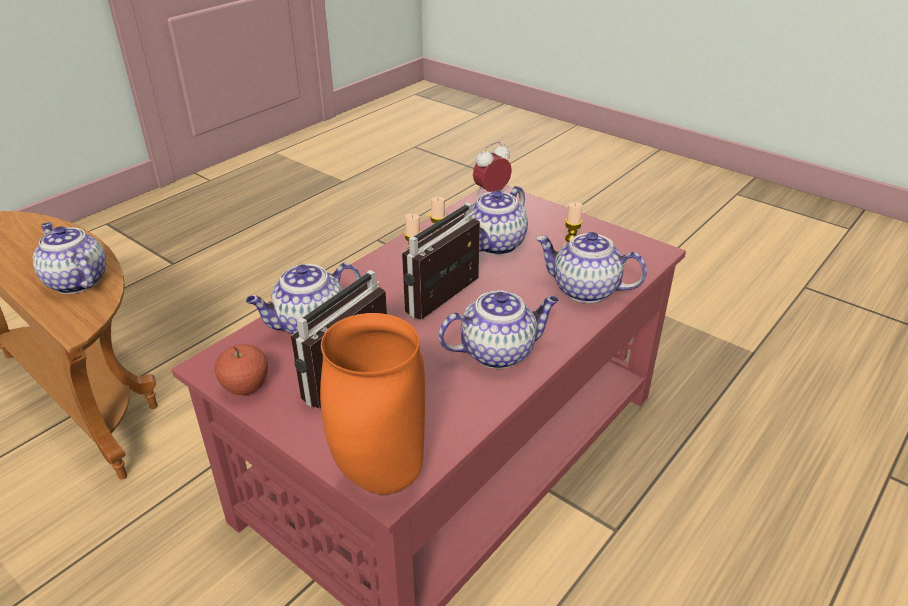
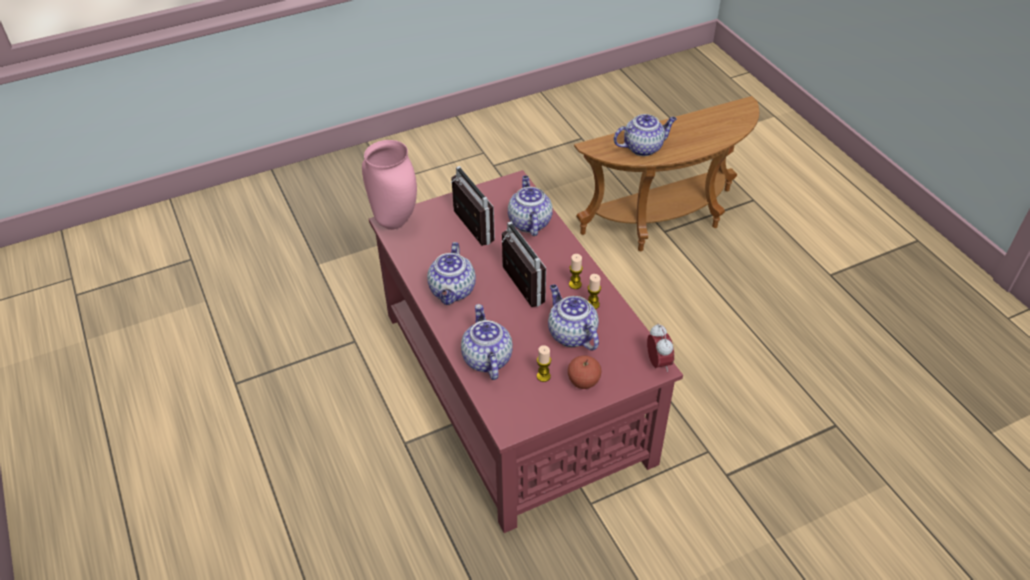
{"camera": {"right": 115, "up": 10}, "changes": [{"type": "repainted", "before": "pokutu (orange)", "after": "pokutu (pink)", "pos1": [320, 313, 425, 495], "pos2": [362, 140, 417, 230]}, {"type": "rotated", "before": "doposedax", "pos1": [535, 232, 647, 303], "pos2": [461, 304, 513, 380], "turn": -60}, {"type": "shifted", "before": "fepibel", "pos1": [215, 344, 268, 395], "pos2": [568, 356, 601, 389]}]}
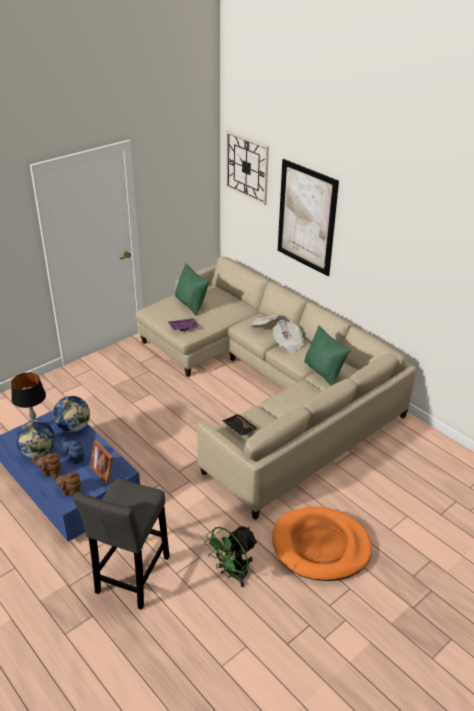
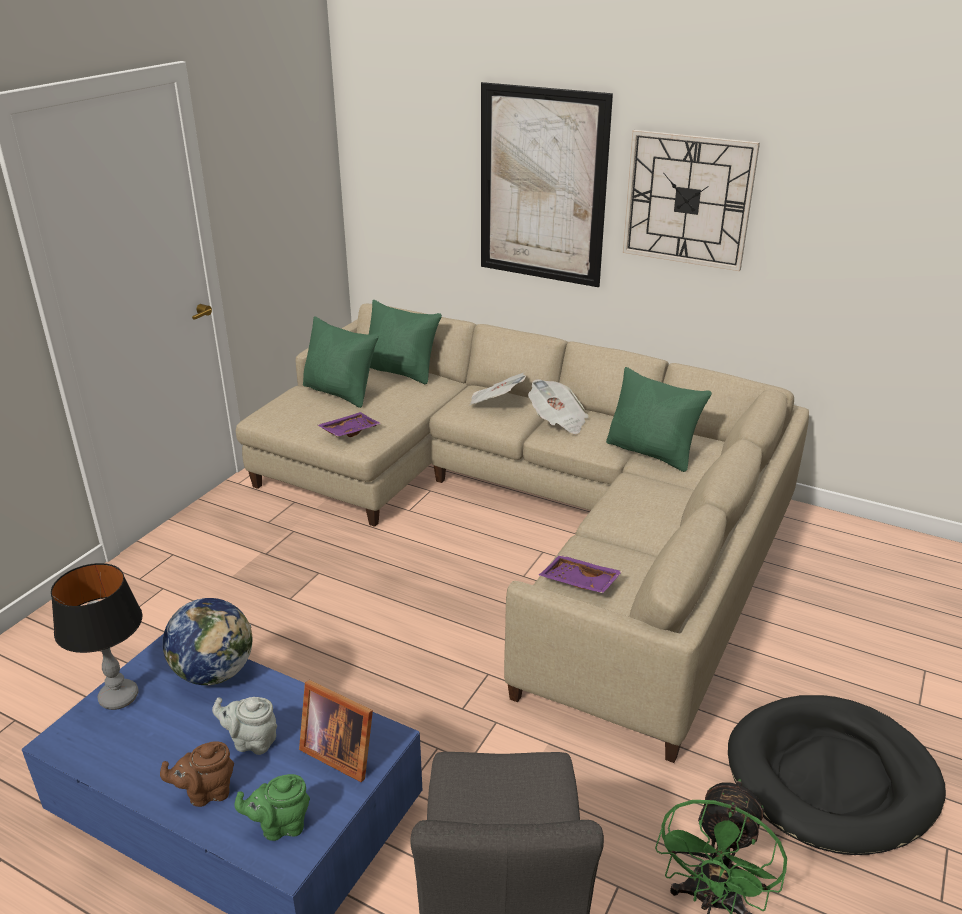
{"camera": {"right": -20, "up": -5}, "changes": [{"type": "repainted", "before": "doposedax (blue)", "after": "doposedax (grey)", "pos1": [61, 437, 85, 464], "pos2": [212, 697, 277, 755]}, {"type": "repainted", "before": "doposedax (brown)", "after": "doposedax (green)", "pos1": [53, 472, 81, 496], "pos2": [234, 774, 310, 841]}, {"type": "new", "after": "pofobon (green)", "pos2": [369, 300, 442, 384]}, {"type": "repainted", "before": "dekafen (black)", "after": "dekafen (purple)", "pos1": [222, 414, 258, 436], "pos2": [539, 555, 623, 593]}, {"type": "shifted", "before": "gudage", "pos1": [226, 131, 269, 205], "pos2": [623, 130, 760, 271]}, {"type": "repainted", "before": "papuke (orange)", "after": "papuke (black)", "pos1": [272, 507, 372, 581], "pos2": [728, 695, 946, 855]}, {"type": "gone", "before": "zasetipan", "pos1": [16, 420, 55, 458]}]}
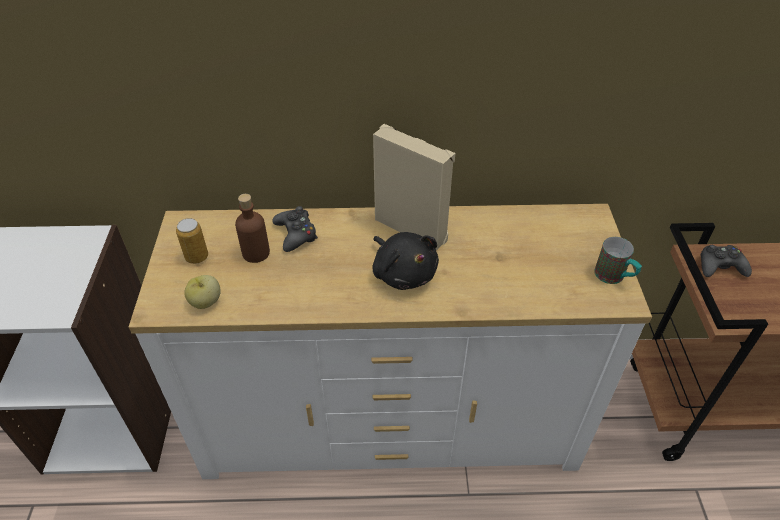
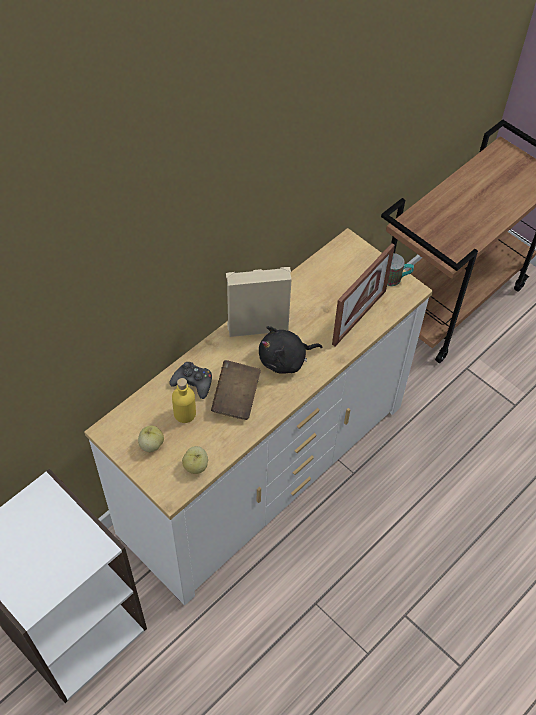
{"camera": {"right": -45, "up": 10}, "changes": [{"type": "swapped", "before": "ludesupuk", "after": "fepibel", "pos1": [176, 218, 208, 264], "pos2": [138, 426, 164, 452]}, {"type": "repainted", "before": "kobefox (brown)", "after": "kobefox (yellow)", "pos1": [235, 194, 270, 263], "pos2": [172, 378, 196, 423]}, {"type": "new", "after": "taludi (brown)", "pos2": [211, 360, 261, 420]}, {"type": "rotated", "before": "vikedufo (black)", "pos1": [373, 232, 439, 290], "pos2": [259, 326, 322, 374], "turn": 150}, {"type": "new", "after": "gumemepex", "pos2": [332, 243, 395, 346]}, {"type": "gone", "before": "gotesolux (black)", "pos1": [701, 245, 752, 277]}]}
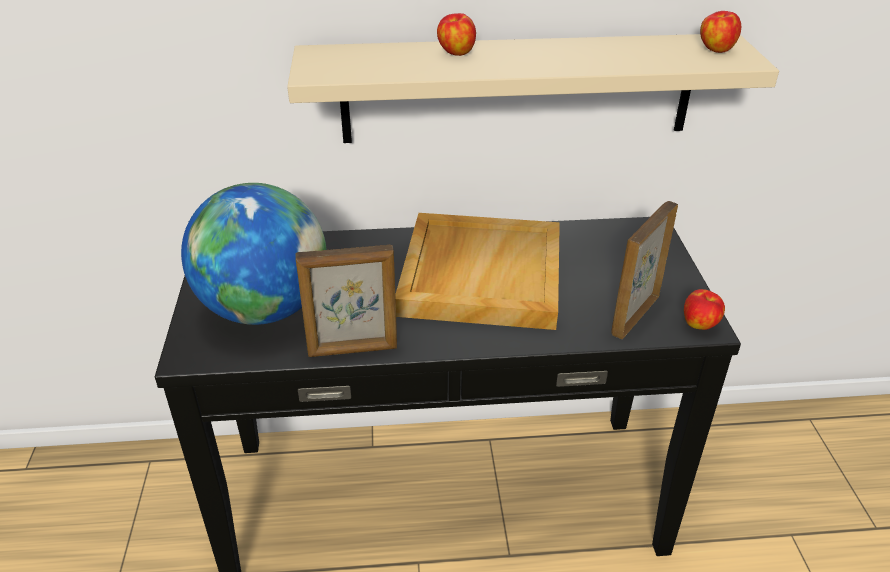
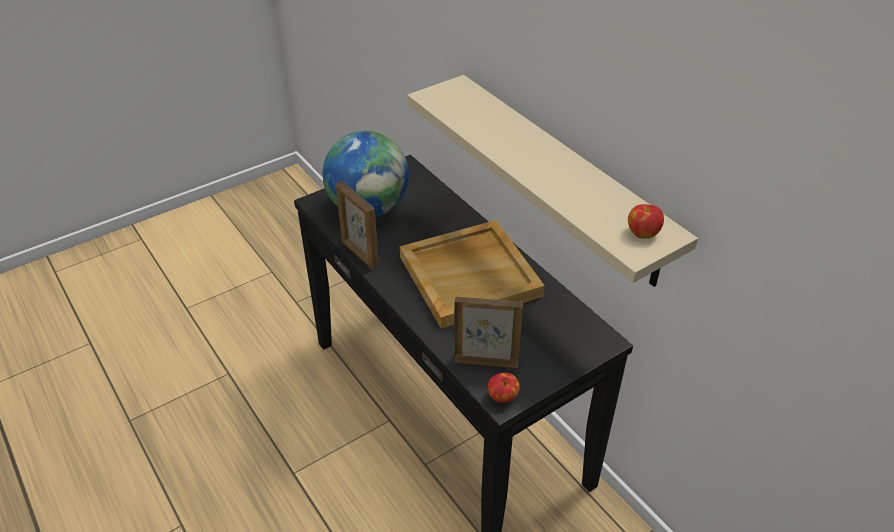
{"camera": {"right": 60, "up": 5}, "changes": [{"type": "gone", "before": "fepibel", "pos1": [437, 13, 476, 56]}]}
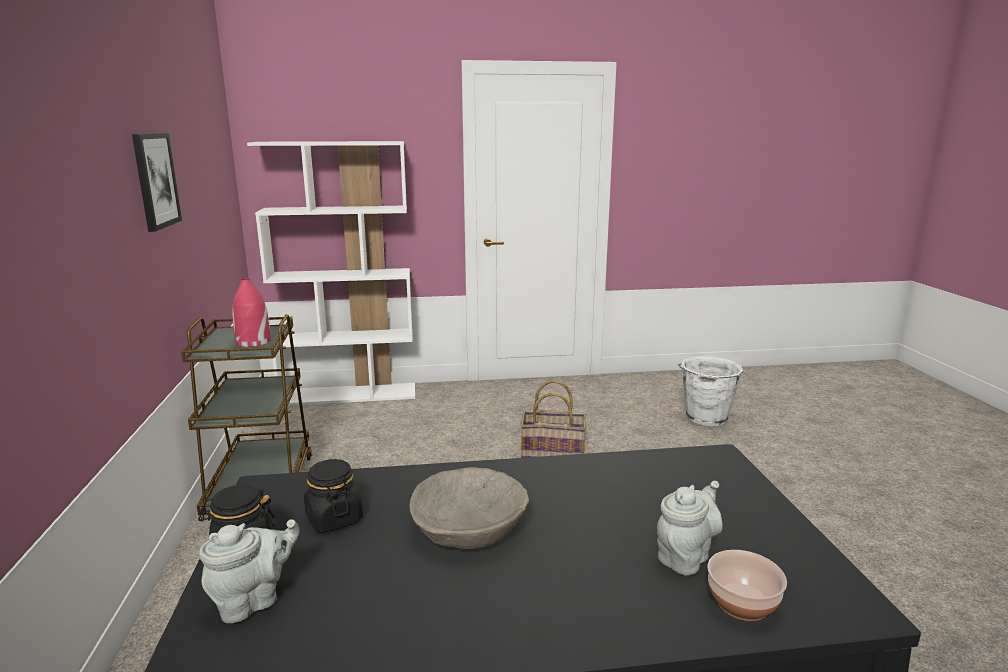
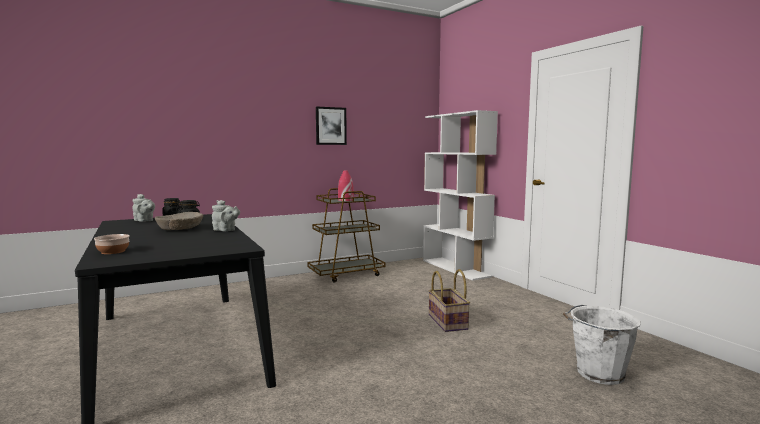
{"camera": {"right": 70, "up": -10}, "changes": [{"type": "shifted", "before": "doposedax (grey)", "pos1": [657, 481, 723, 575], "pos2": [212, 200, 240, 231]}]}
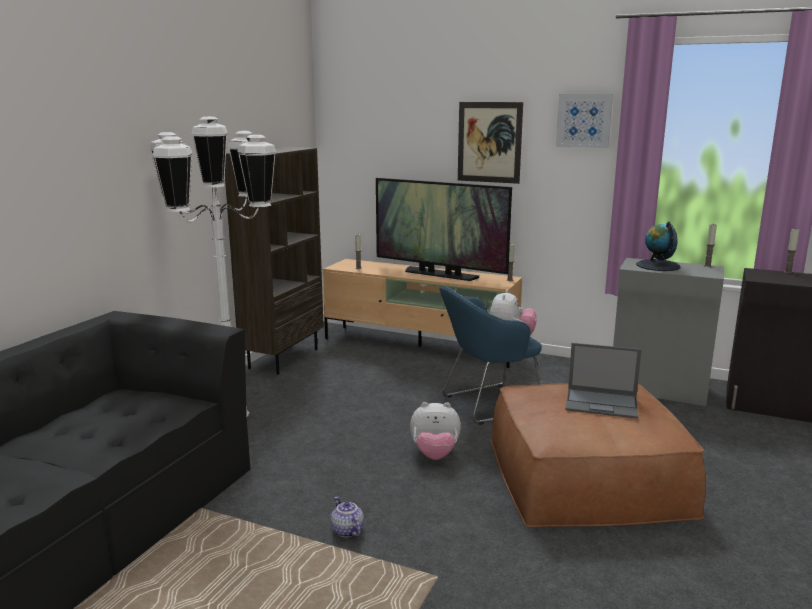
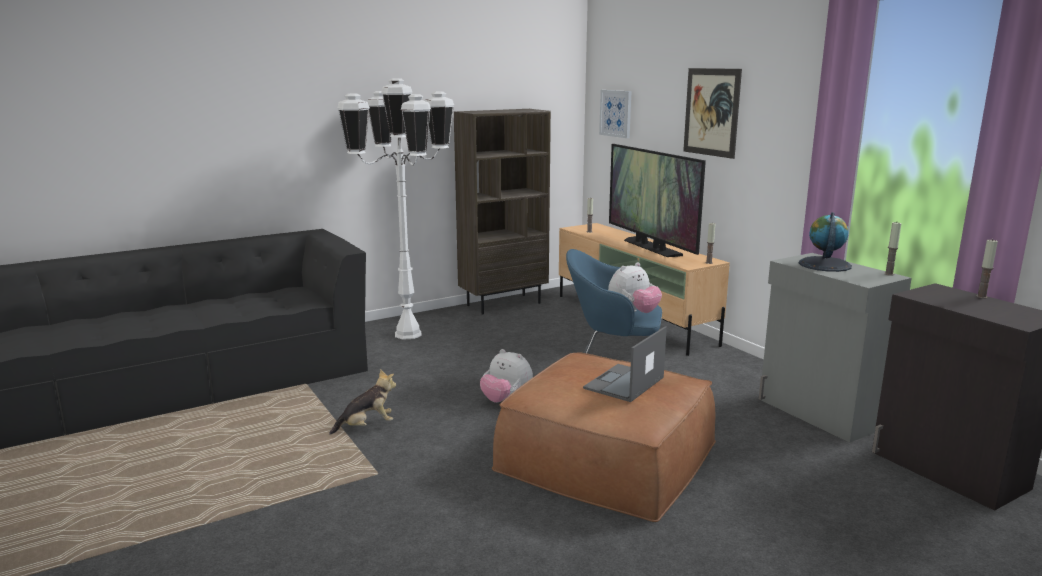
{"camera": {"right": 35, "up": 0}, "changes": [{"type": "swapped", "before": "doposedax", "after": "vikedufo", "pos1": [331, 496, 364, 537], "pos2": [329, 369, 396, 435]}, {"type": "rotated", "before": "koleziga", "pos1": [565, 343, 641, 419], "pos2": [583, 326, 667, 402], "turn": 75}, {"type": "shifted", "before": "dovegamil", "pos1": [556, 94, 613, 148], "pos2": [599, 90, 631, 138]}]}
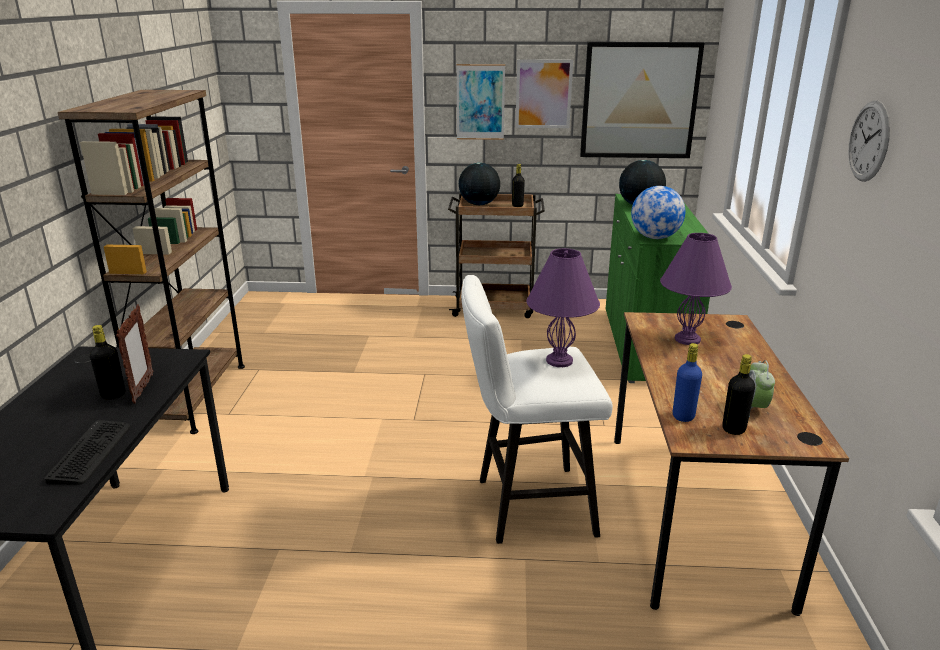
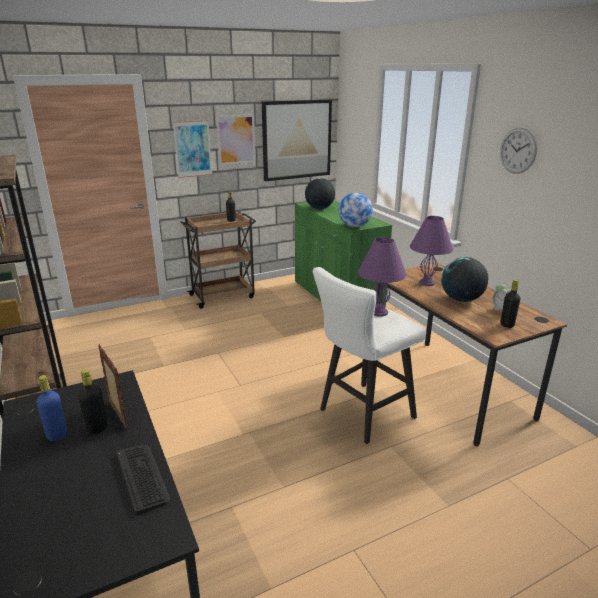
{"camera": {"right": -30, "up": 0}, "changes": [{"type": "shifted", "before": "kobefox (blue)", "pos1": [673, 343, 702, 422], "pos2": [37, 375, 67, 441]}, {"type": "shifted", "before": "zasetipan", "pos1": [459, 163, 500, 205], "pos2": [441, 257, 488, 302]}]}
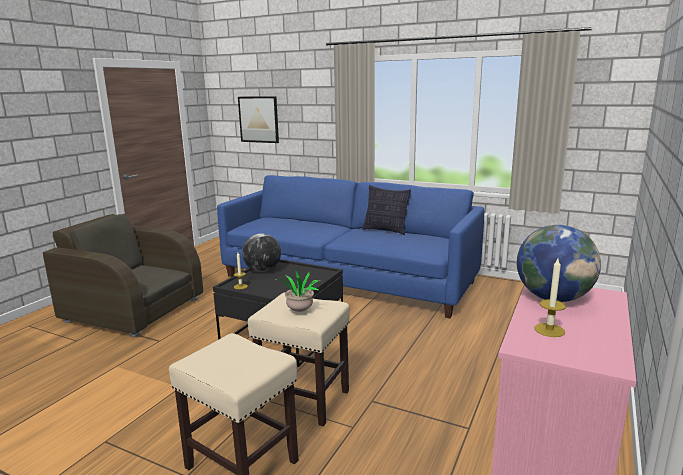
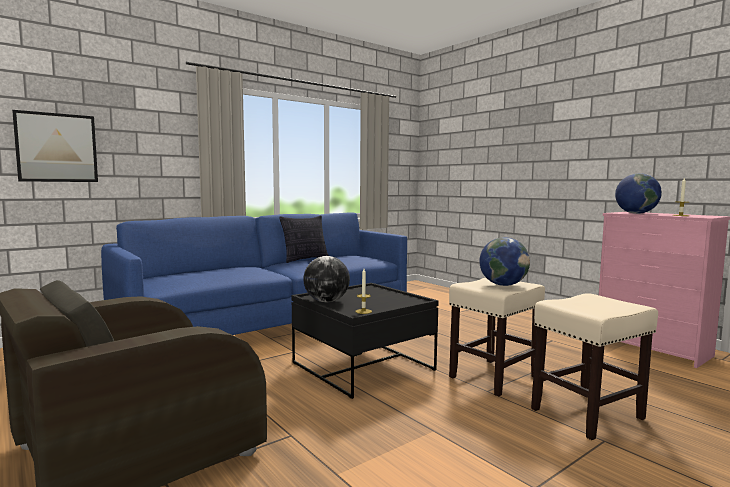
{"camera": {"right": -65, "up": -10}, "changes": [{"type": "swapped", "before": "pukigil", "after": "zasetipan", "pos1": [275, 270, 322, 312], "pos2": [479, 237, 530, 286]}]}
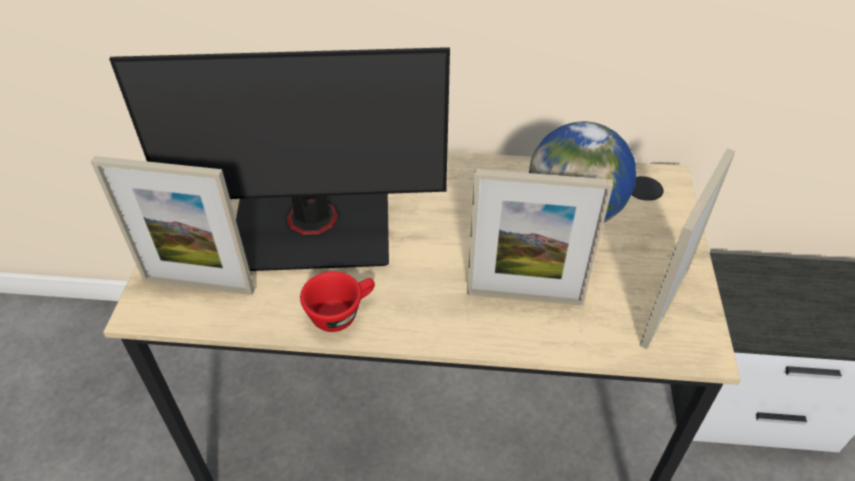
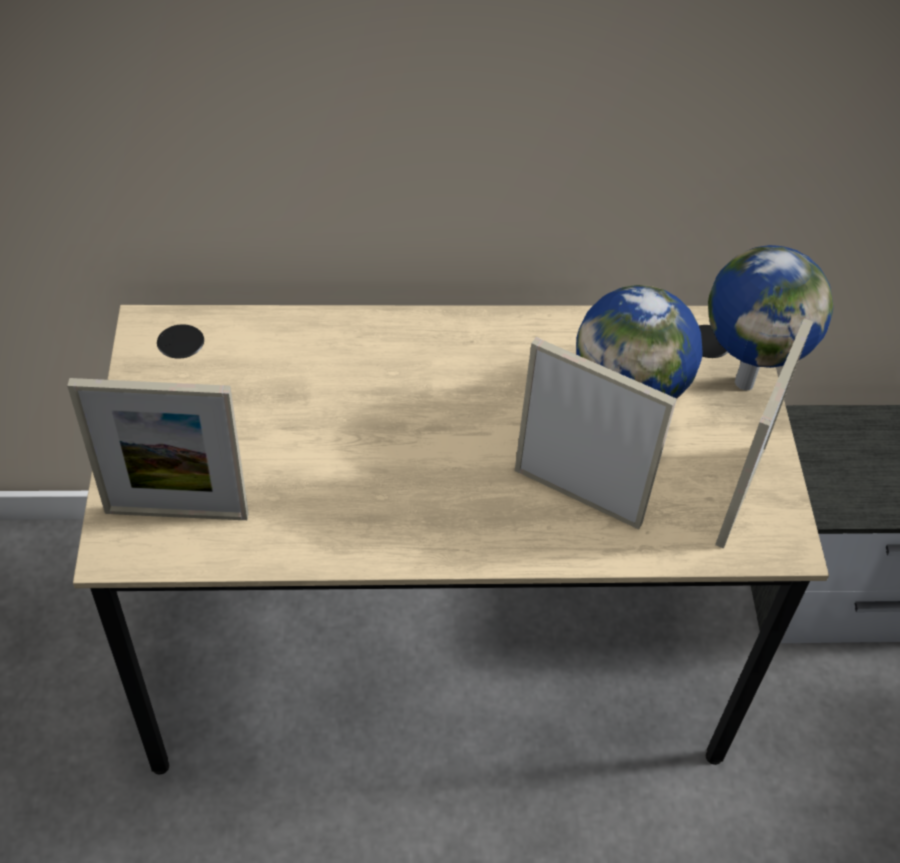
{"camera": {"right": -10, "up": 5}, "changes": [{"type": "rotated", "before": "gumemepex", "pos1": [467, 169, 613, 306], "pos2": [515, 337, 677, 530], "turn": -150}, {"type": "new", "after": "zasetipan", "pos2": [708, 245, 833, 391]}, {"type": "gone", "before": "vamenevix", "pos1": [109, 47, 450, 271]}, {"type": "gone", "before": "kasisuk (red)", "pos1": [300, 271, 375, 332]}]}
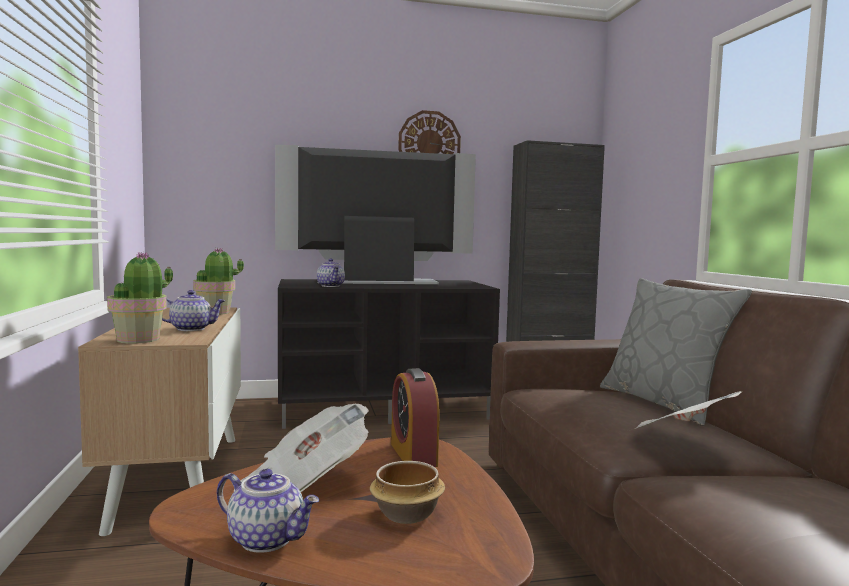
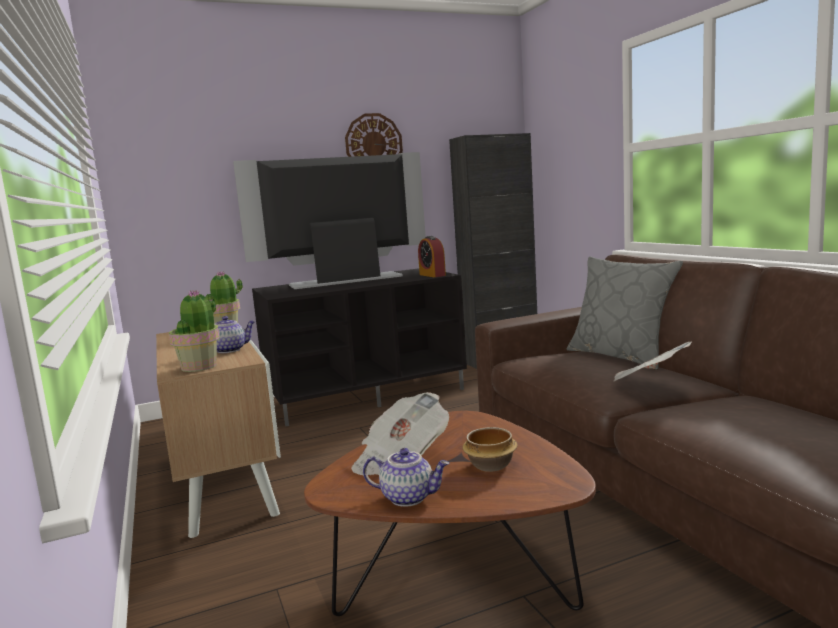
{"camera": {"right": -10, "up": 5}, "changes": [{"type": "shifted", "before": "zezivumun", "pos1": [391, 368, 440, 467], "pos2": [418, 236, 446, 277]}, {"type": "gone", "before": "doposedax", "pos1": [317, 258, 345, 287]}]}
